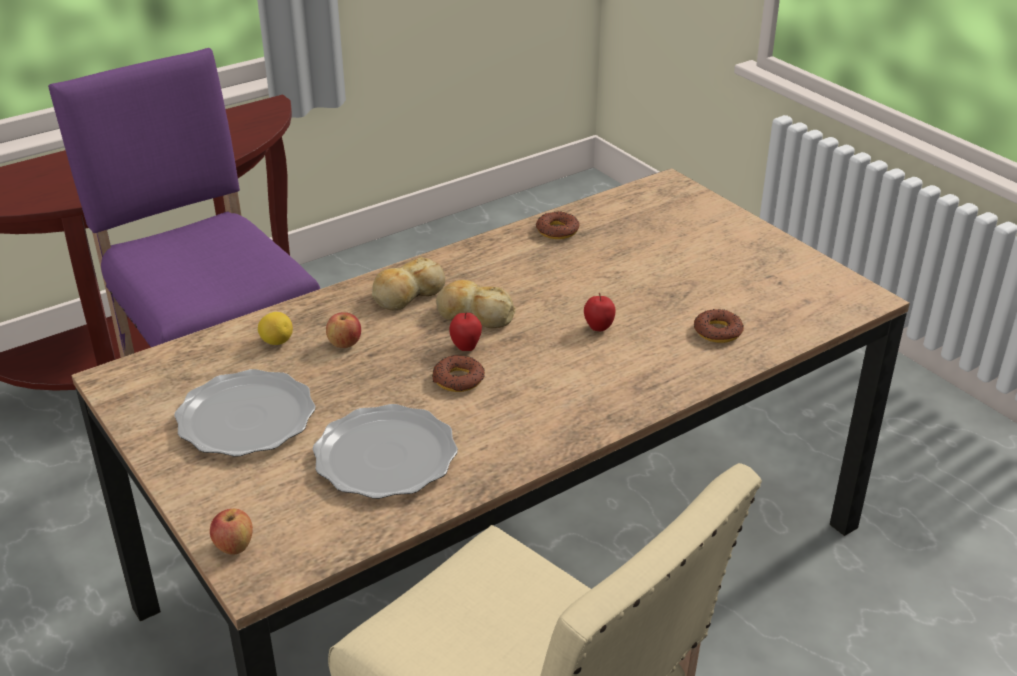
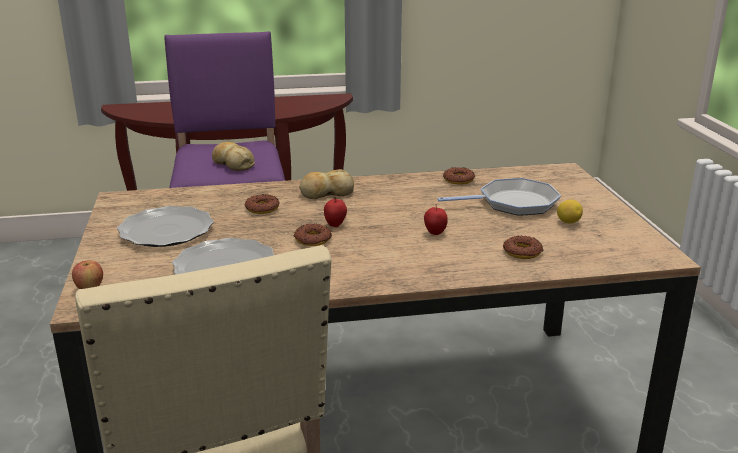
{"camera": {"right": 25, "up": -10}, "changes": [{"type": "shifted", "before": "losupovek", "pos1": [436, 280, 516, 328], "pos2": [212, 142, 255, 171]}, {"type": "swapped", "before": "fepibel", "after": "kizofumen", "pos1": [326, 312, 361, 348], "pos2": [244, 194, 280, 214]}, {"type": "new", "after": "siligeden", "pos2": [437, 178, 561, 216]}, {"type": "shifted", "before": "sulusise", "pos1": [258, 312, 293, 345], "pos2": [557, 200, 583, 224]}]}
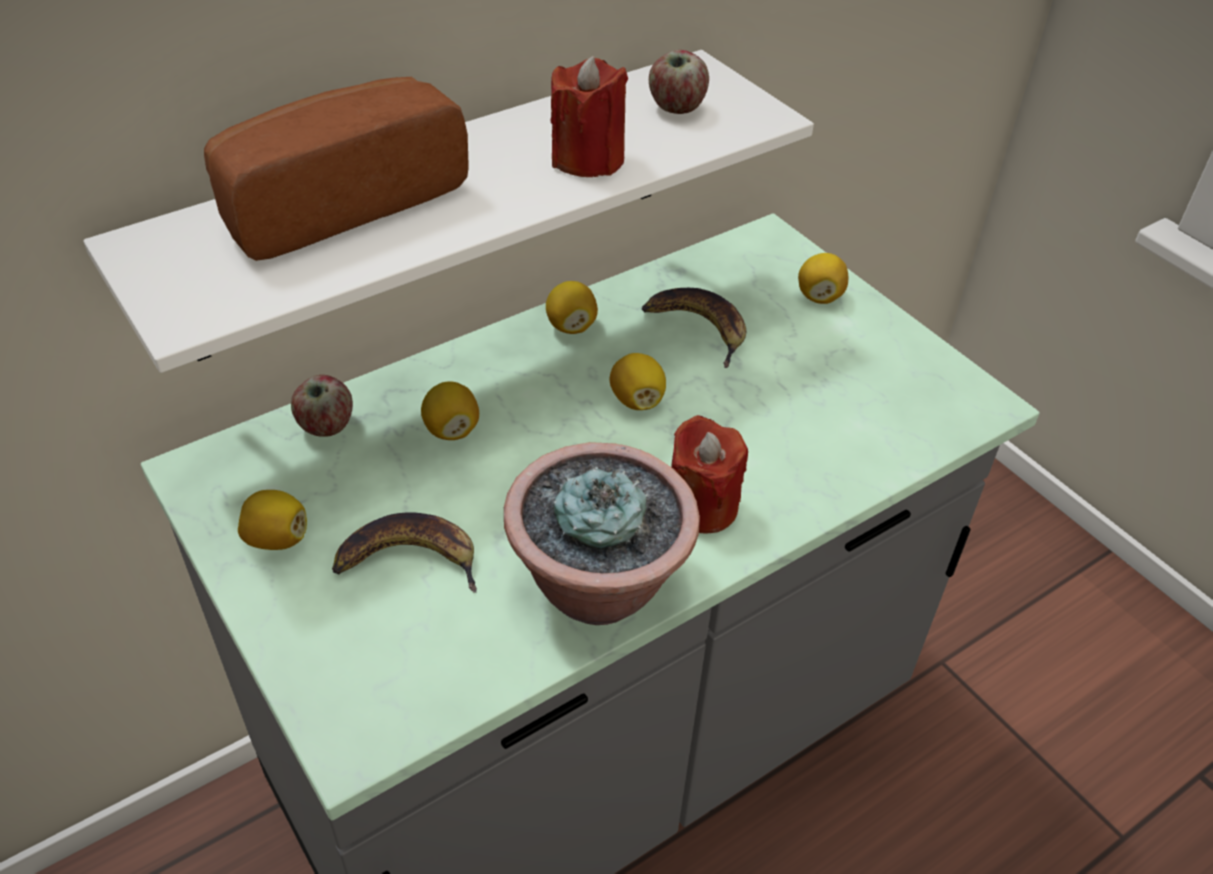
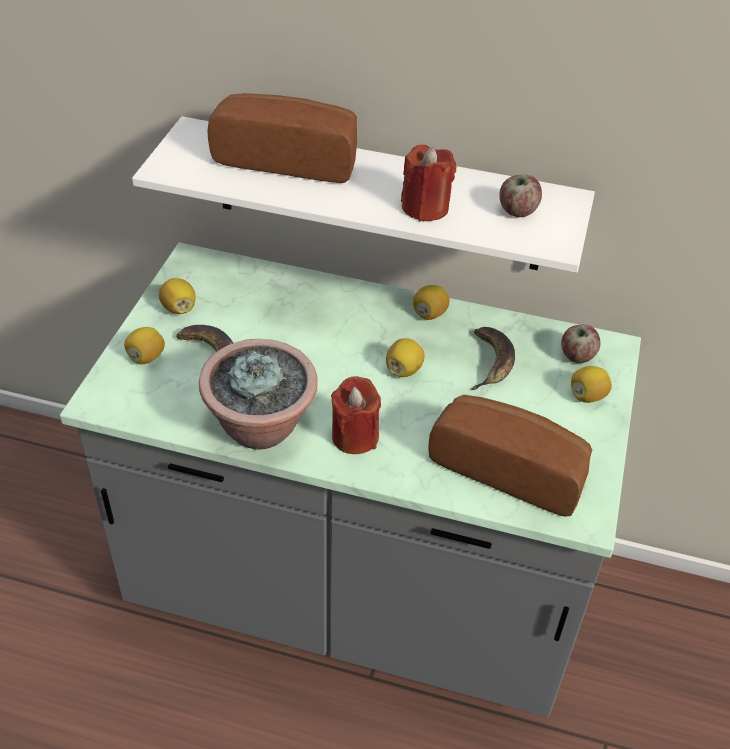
{"camera": {"right": 50, "up": 0}, "changes": [{"type": "shifted", "before": "sulusise", "pos1": [421, 382, 479, 440], "pos2": [124, 327, 165, 364]}, {"type": "new", "after": "losupovek", "pos2": [428, 395, 592, 517]}, {"type": "shifted", "before": "fepibel", "pos1": [291, 375, 353, 437], "pos2": [561, 325, 600, 363]}]}
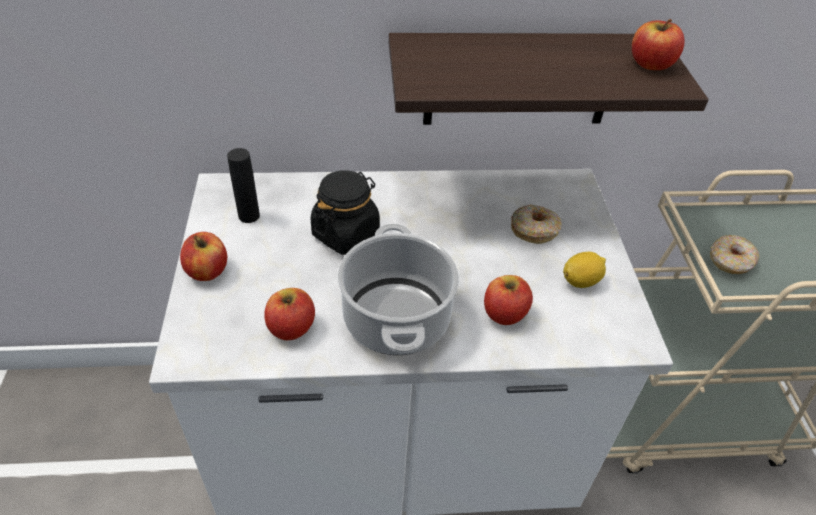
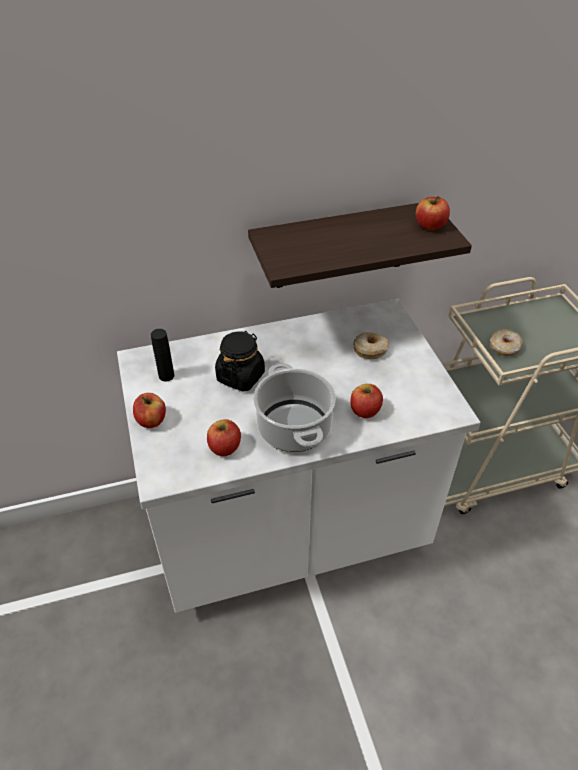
{"camera": {"right": -10, "up": 0}, "changes": [{"type": "gone", "before": "sulusise", "pos1": [563, 252, 606, 288]}]}
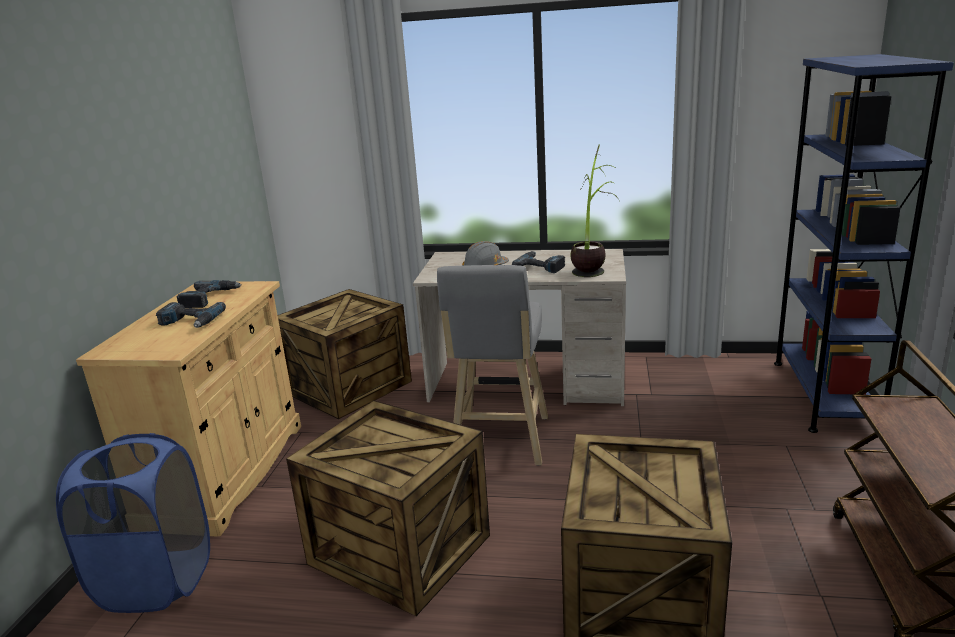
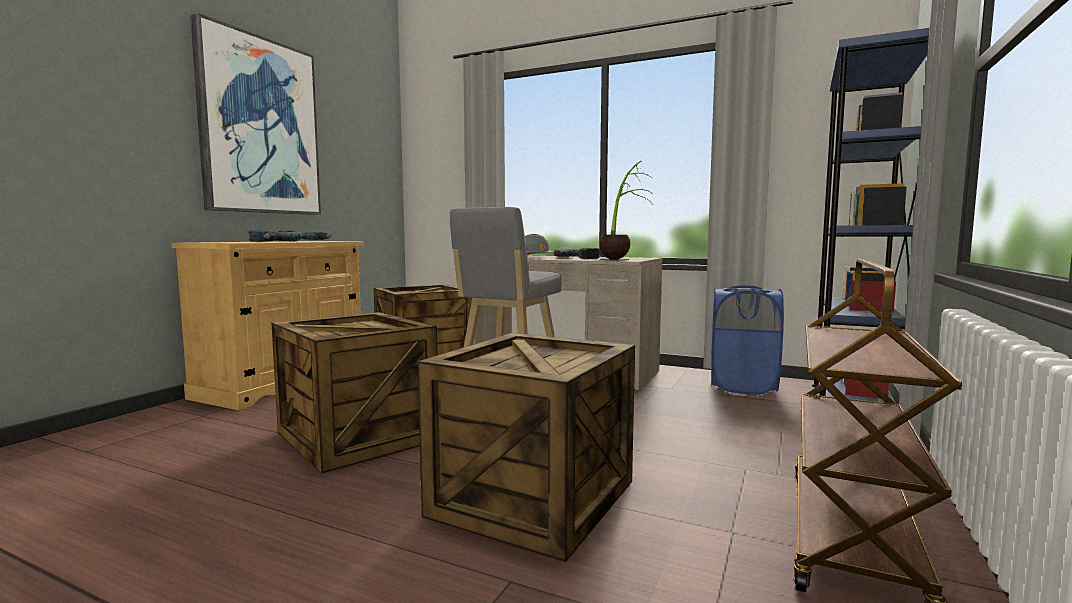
{"camera": {"right": 15, "up": -15}, "changes": [{"type": "new", "after": "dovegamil", "pos2": [190, 13, 321, 215]}, {"type": "shifted", "before": "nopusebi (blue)", "pos1": [56, 433, 210, 613], "pos2": [711, 285, 784, 394]}]}
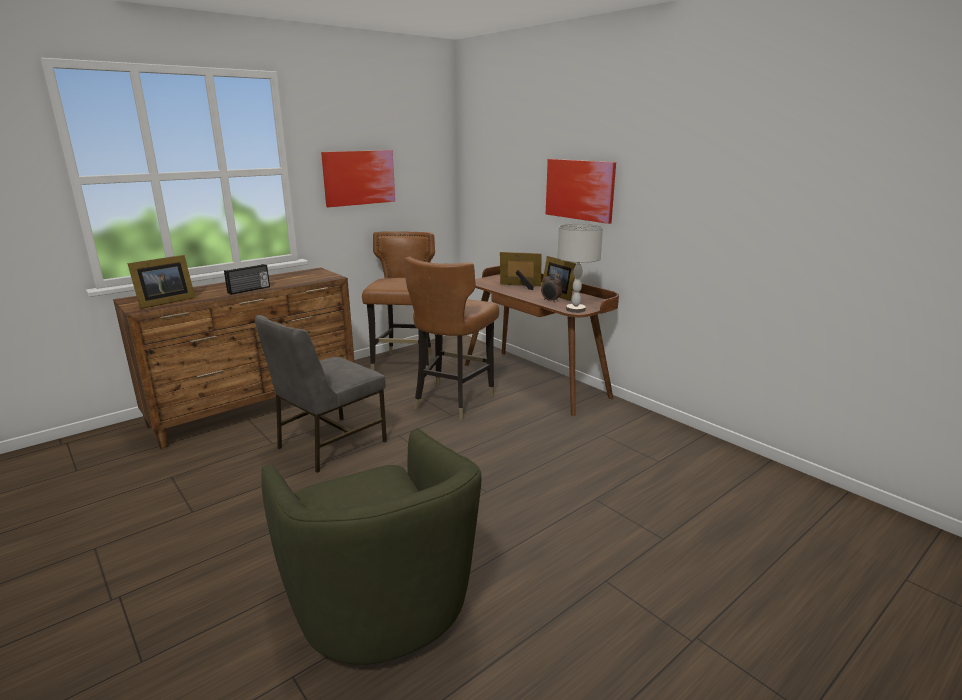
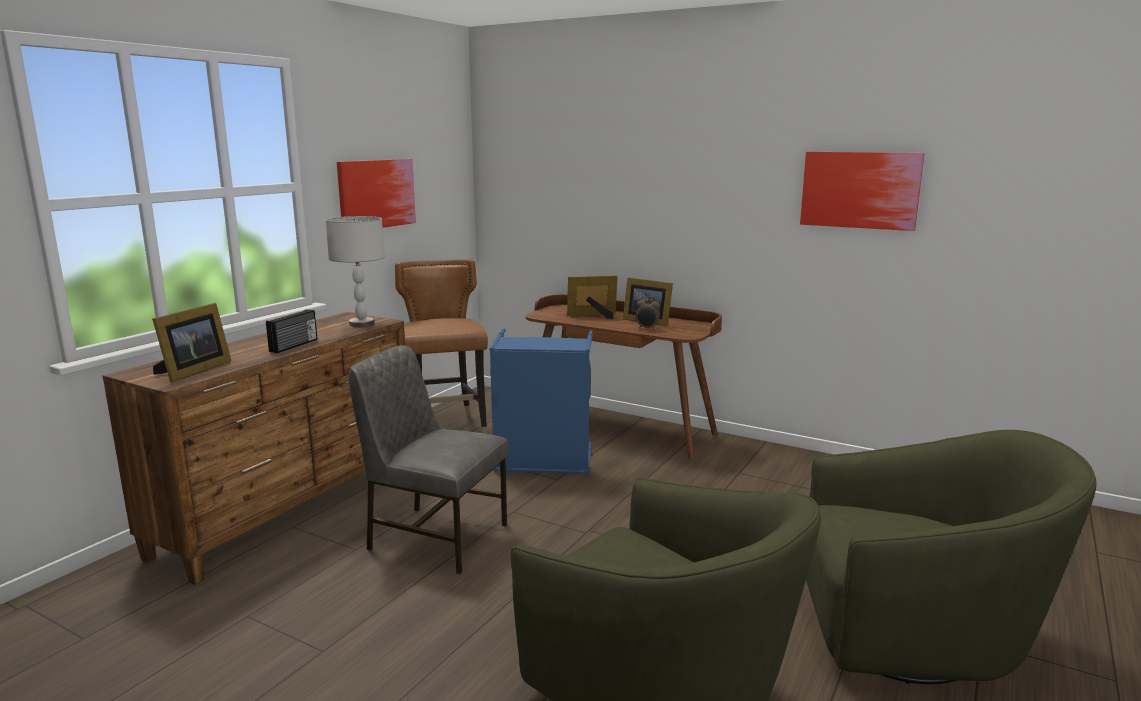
{"camera": {"right": -20, "up": -5}, "changes": [{"type": "shifted", "before": "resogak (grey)", "pos1": [557, 224, 603, 313], "pos2": [326, 216, 385, 327]}, {"type": "rotated", "before": "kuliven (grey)", "pos1": [255, 315, 387, 473], "pos2": [348, 346, 509, 574], "turn": 90}, {"type": "swapped", "before": "kuliven (brown)", "after": "nopusebi (blue)", "pos1": [405, 257, 499, 419], "pos2": [489, 329, 593, 475]}, {"type": "shifted", "before": "dovegamil", "pos1": [546, 159, 616, 224], "pos2": [800, 152, 925, 231]}, {"type": "new", "after": "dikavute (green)", "pos2": [806, 430, 1096, 684]}]}
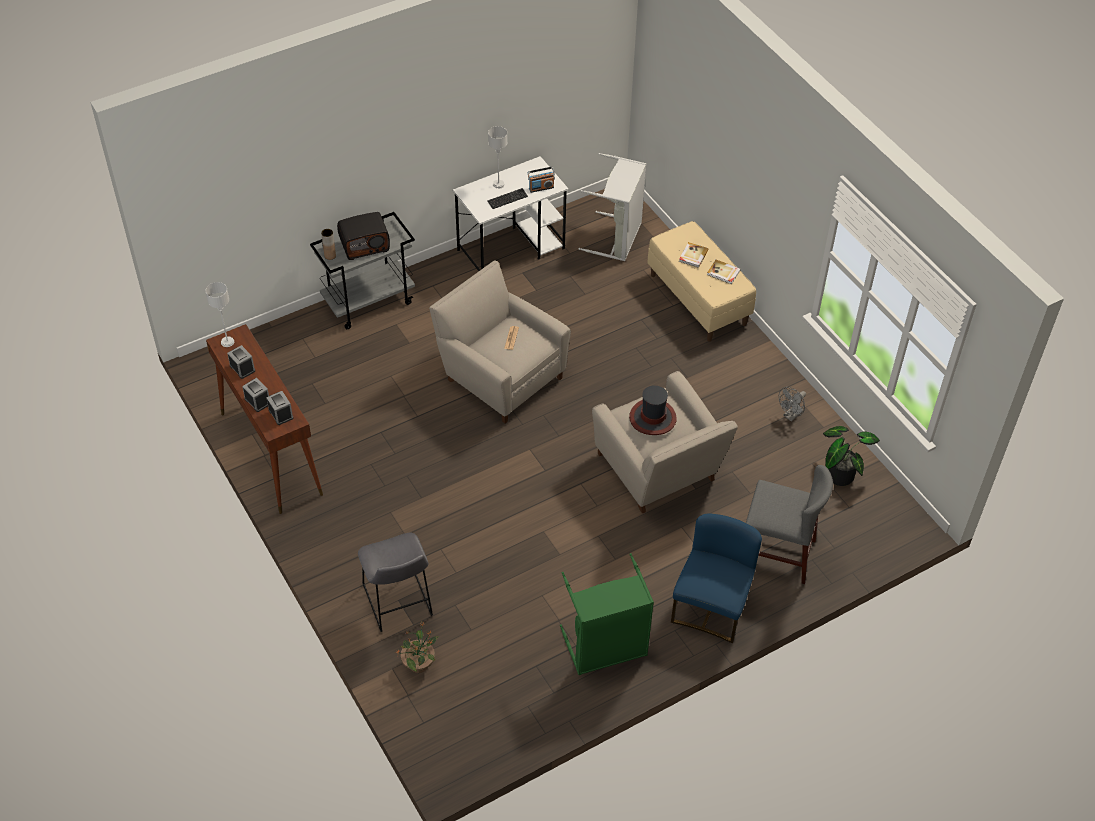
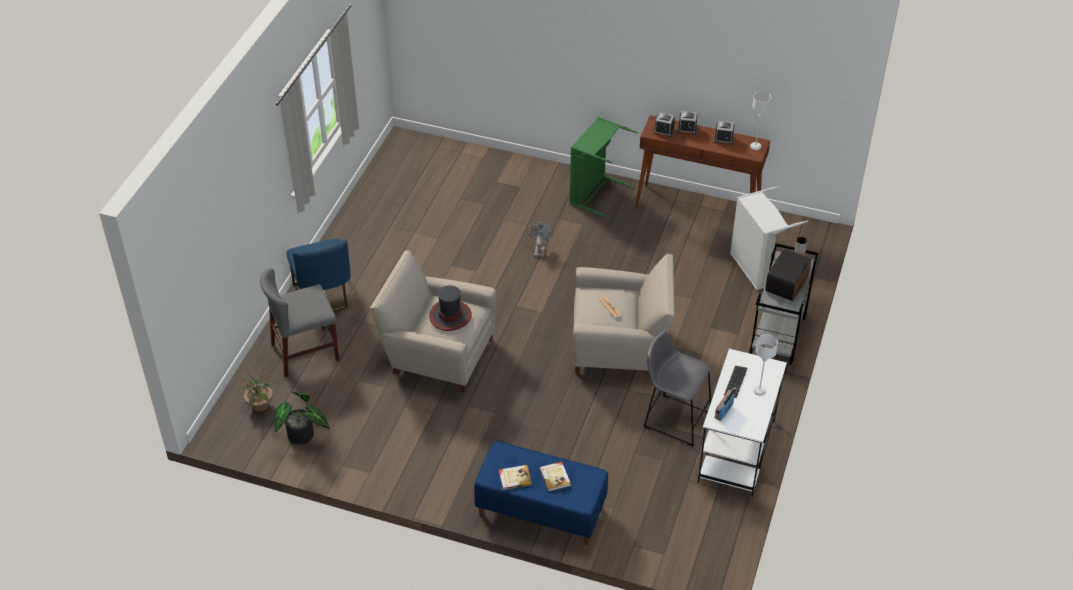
{"camera": {"right": 140, "up": -5}, "changes": [{"type": "shifted", "before": "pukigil", "pos1": [396, 621, 439, 673], "pos2": [238, 369, 273, 412]}, {"type": "repainted", "before": "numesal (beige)", "after": "numesal (blue)", "pos1": [647, 221, 756, 342], "pos2": [474, 441, 608, 545]}, {"type": "shifted", "before": "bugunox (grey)", "pos1": [779, 387, 806, 422], "pos2": [526, 222, 554, 257]}, {"type": "shifted", "before": "nopusebi (green)", "pos1": [560, 553, 654, 675], "pos2": [570, 117, 638, 218]}, {"type": "shifted", "before": "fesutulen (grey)", "pos1": [358, 533, 433, 632], "pos2": [643, 330, 711, 446]}, {"type": "shifted", "before": "nopusebi (grey)", "pos1": [578, 153, 646, 261], "pos2": [730, 186, 808, 290]}]}
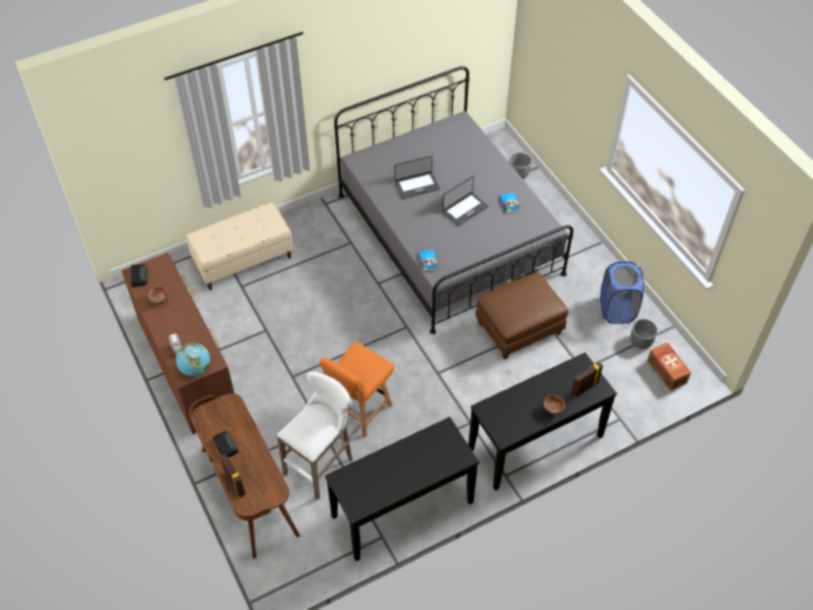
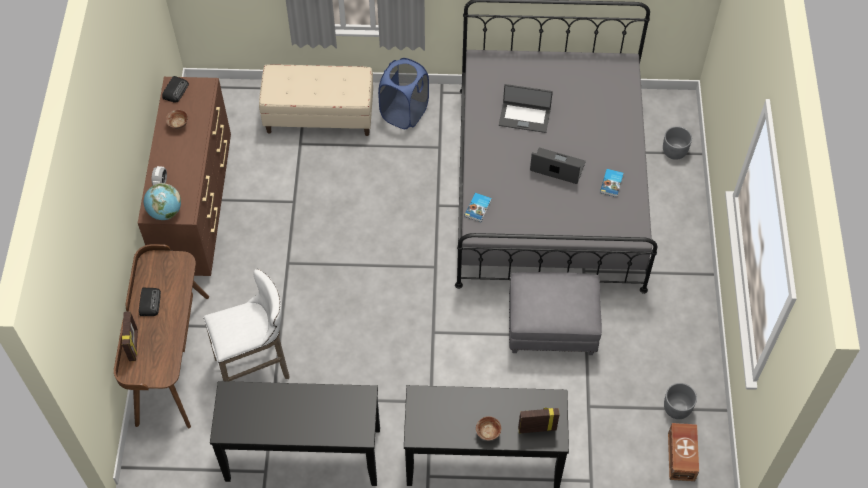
{"camera": {"right": 30, "up": 5}, "changes": [{"type": "shifted", "before": "nopusebi (blue)", "pos1": [600, 262, 644, 324], "pos2": [378, 58, 429, 129]}, {"type": "repainted", "before": "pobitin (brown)", "after": "pobitin (grey)", "pos1": [475, 272, 569, 360], "pos2": [509, 272, 602, 355]}, {"type": "rotated", "before": "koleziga", "pos1": [442, 176, 489, 226], "pos2": [530, 148, 586, 184], "turn": -150}, {"type": "gone", "before": "kuliven (orange)", "pos1": [319, 342, 394, 437]}]}
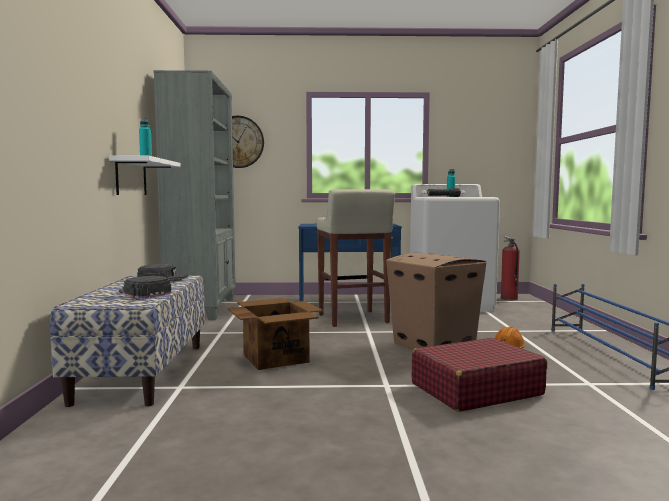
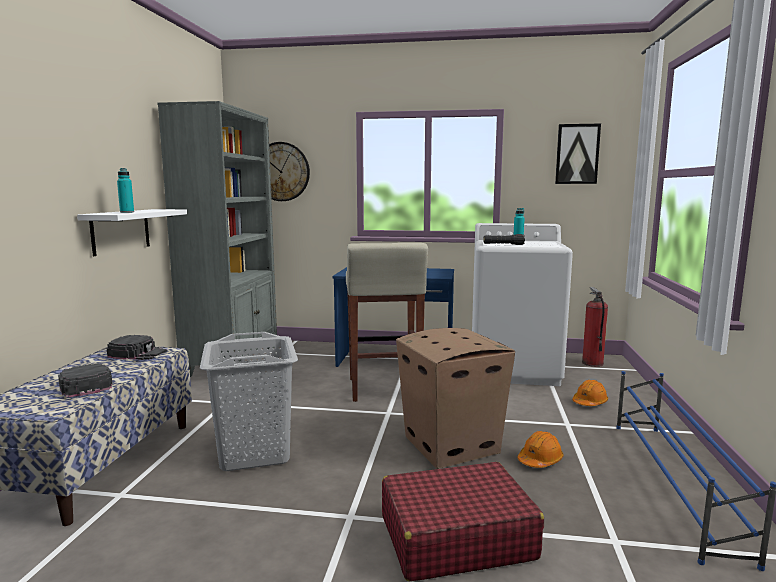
{"camera": {"right": 10, "up": 5}, "changes": [{"type": "swapped", "before": "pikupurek", "after": "nopusebi (grey)", "pos1": [228, 298, 323, 370], "pos2": [200, 332, 298, 471]}, {"type": "new", "after": "dovegamil", "pos2": [555, 124, 601, 184]}, {"type": "new", "after": "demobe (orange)", "pos2": [572, 380, 608, 406]}]}
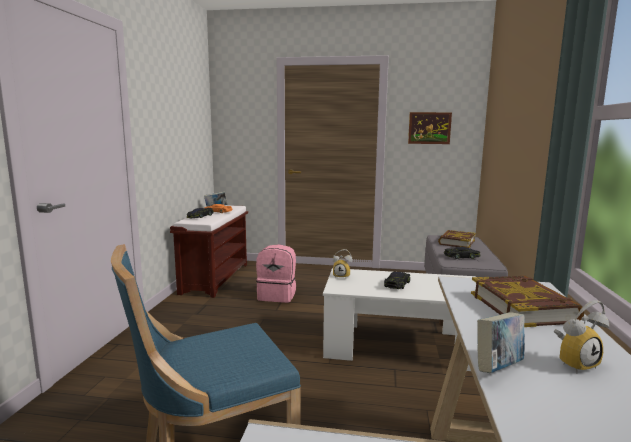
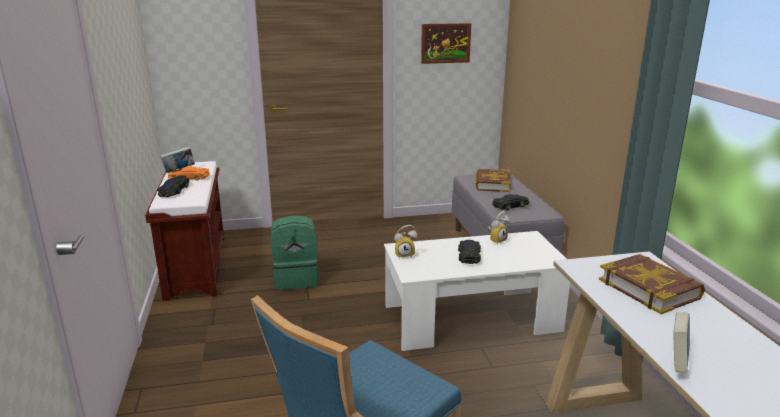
{"camera": {"right": -20, "up": 10}, "changes": [{"type": "repainted", "before": "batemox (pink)", "after": "batemox (green)", "pos1": [256, 244, 296, 303], "pos2": [271, 215, 319, 290]}, {"type": "shifted", "before": "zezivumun", "pos1": [554, 300, 609, 373], "pos2": [487, 211, 510, 245]}]}
